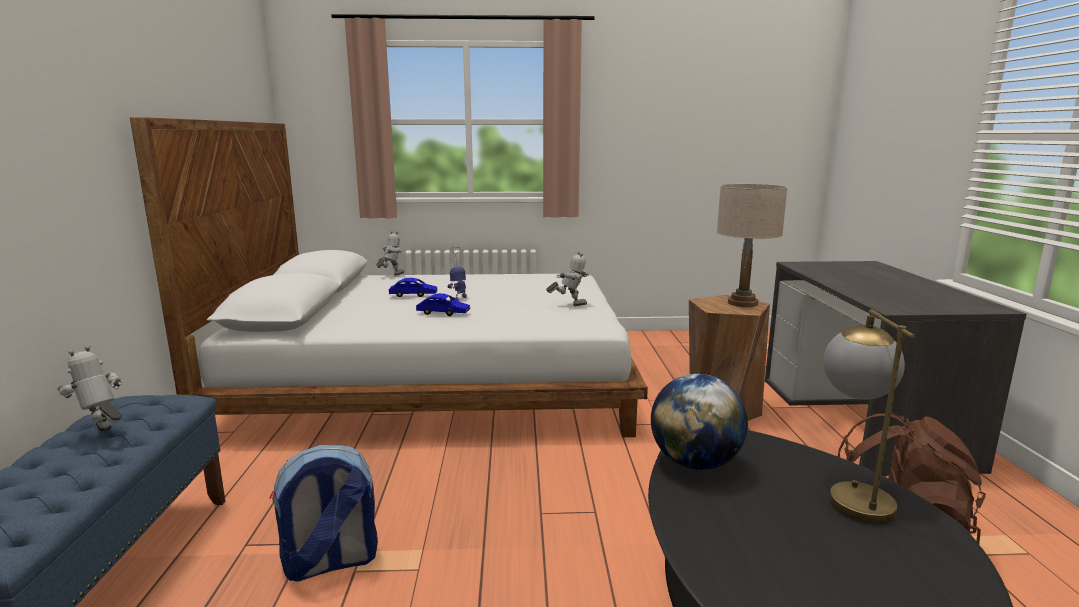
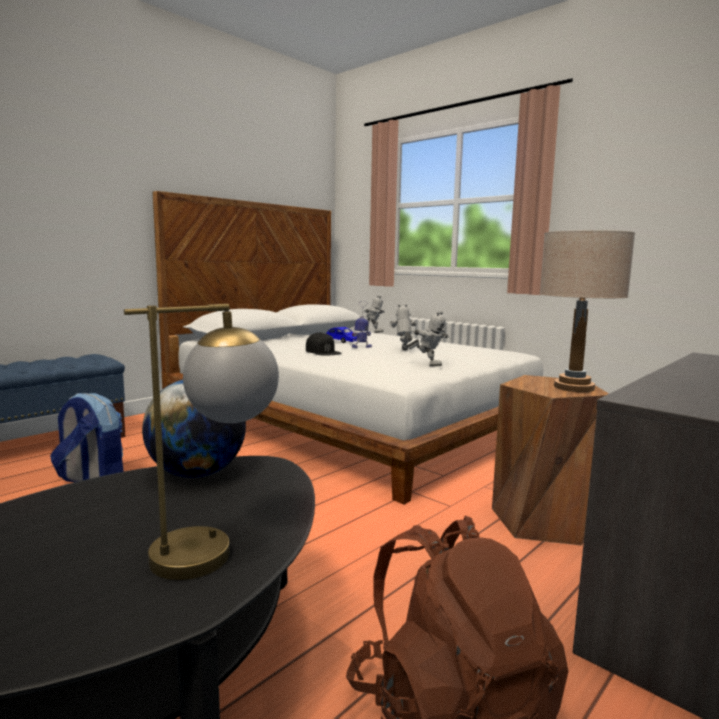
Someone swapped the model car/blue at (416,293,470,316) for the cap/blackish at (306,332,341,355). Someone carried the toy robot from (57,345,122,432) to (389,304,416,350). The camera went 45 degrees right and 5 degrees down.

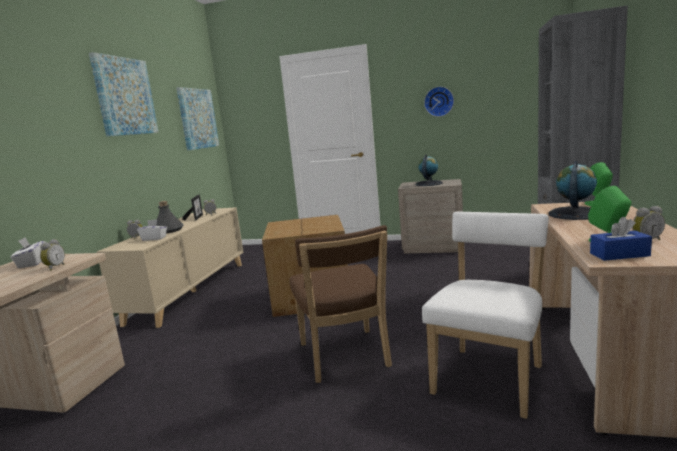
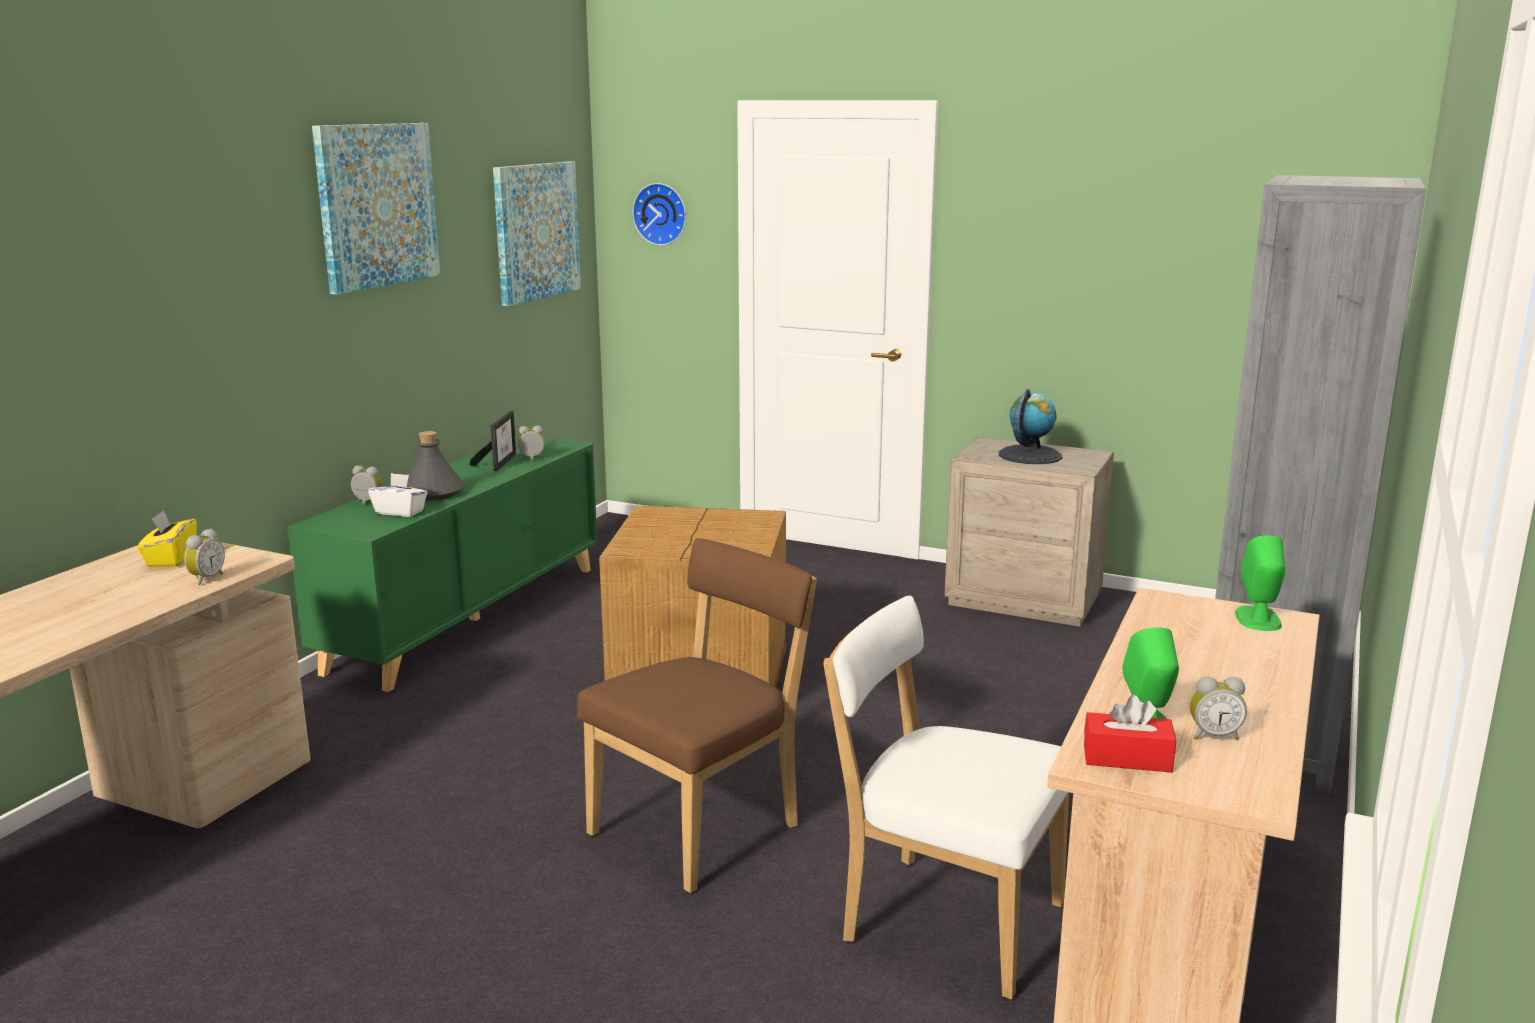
Someone repainted the tissue holder/white at (10,238,45,268), which became the tissue holder/yellowish at (137,510,197,567). Someone repainted the cabinet/beige at (97,207,243,328), which became the cabinet/green-coloured at (287,435,597,692). Someone rotated the chair/brown-coloured at (289,225,392,383) by 135 degrees counterclockwise. Someone carried the wall clock from (424,87,454,117) to (632,183,686,246). Someone rotated the chair/white at (422,212,549,419) by 105 degrees counterclockwise. Someone repainted the tissue holder/blue at (590,217,652,261), which became the tissue holder/red at (1084,695,1176,773). Someone took away the desk globe at (548,161,597,220). The camera went 10 degrees right and 5 degrees up.

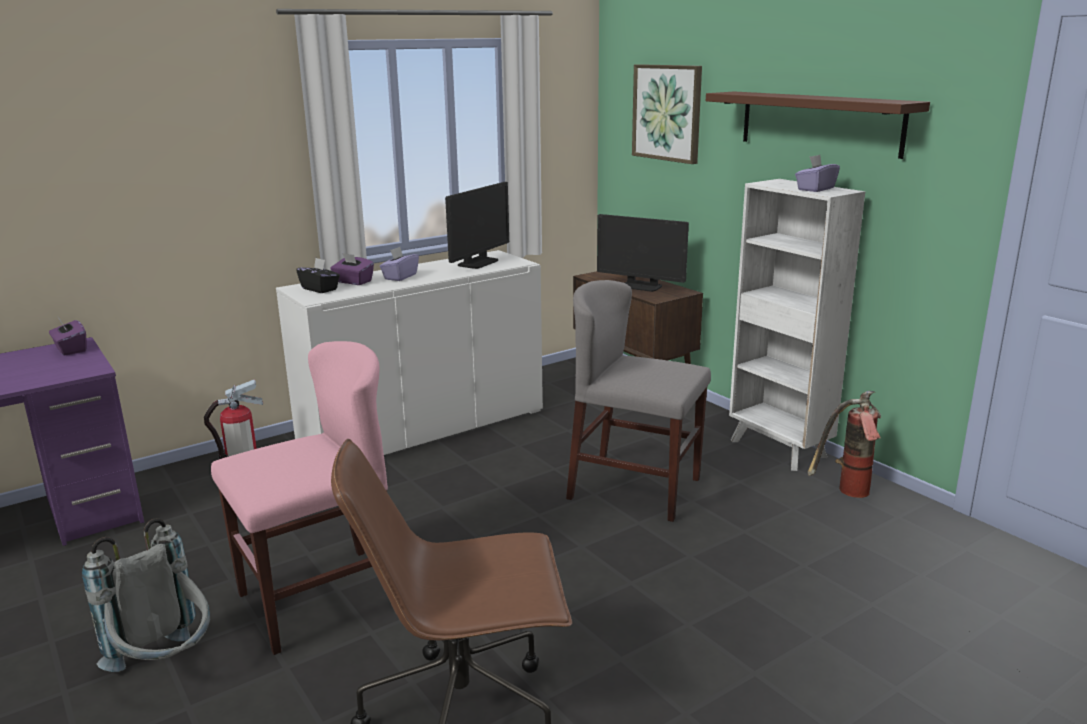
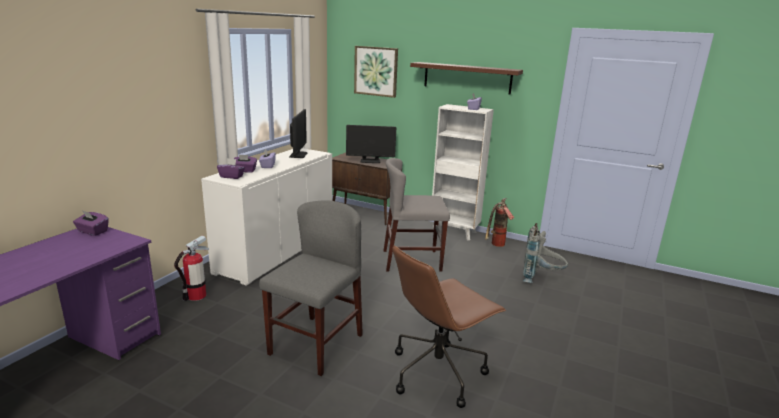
Someone repainted the tissue holder/blackish at (296,258,340,293), which became the tissue holder/purple-coloured at (217,158,245,179). Someone repainted the chair/pink-coloured at (211,341,388,655), which became the chair/gray at (259,200,363,376). Someone carried the backpack/gray from (82,518,210,672) to (523,223,568,283). The camera went 30 degrees left and 0 degrees up.

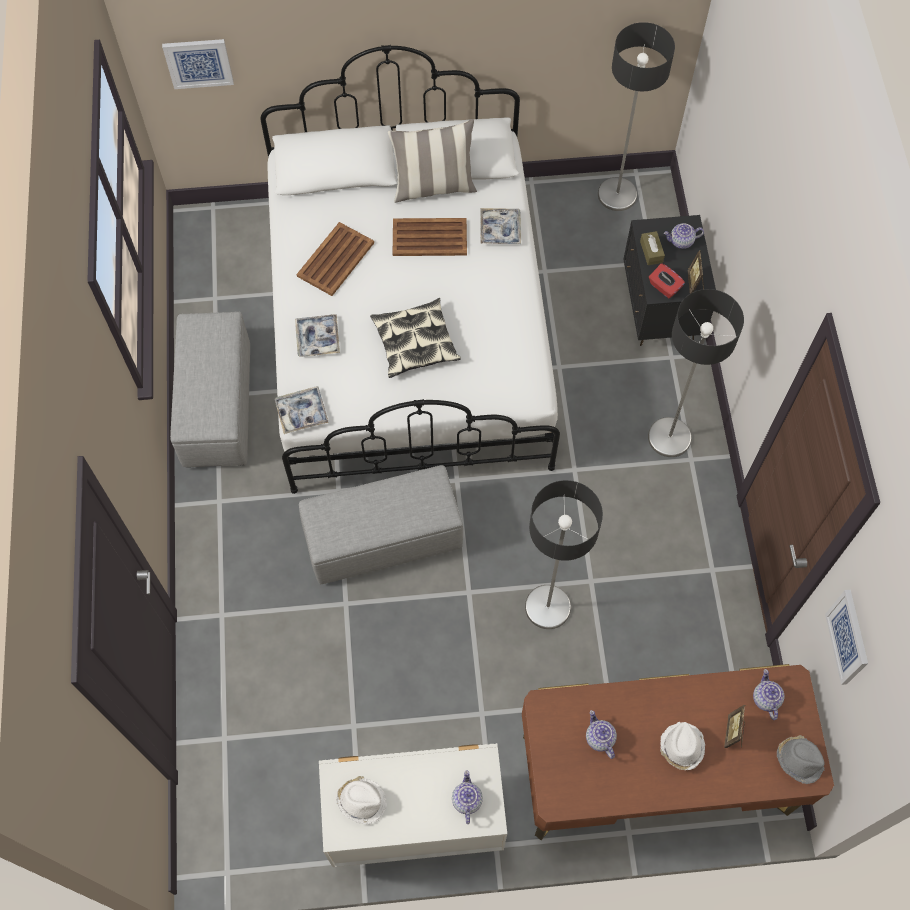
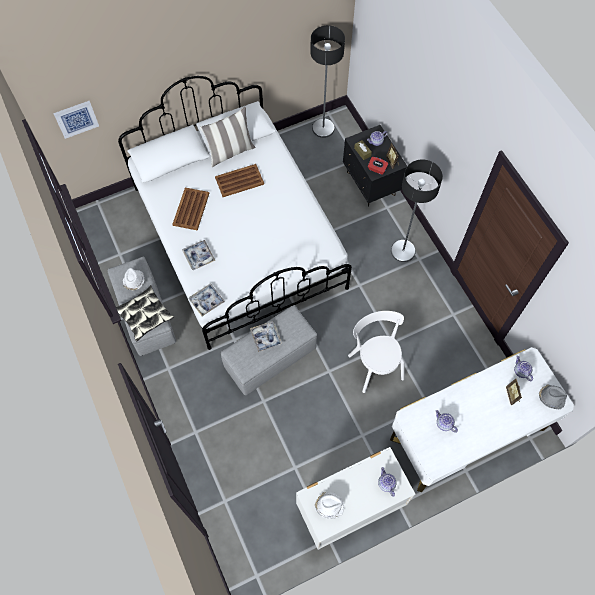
Someone carried the cushion from (370,298,461,378) to (116,285,174,342). Someone carried the wearable hat/white from (660,722,705,770) to (123,268,144,291). Someone carried the serving tray from (481,208,521,244) to (250,321,282,352). Someone swapped the floor lamp at (525,480,603,629) for the chair/white at (348,311,404,393). Someone repainted the desk unit/brown-coloured at (522,664,834,840), which became the desk unit/white at (390,347,574,492). Someone took away the wall picture at (825,590,868,685). The camera went 20 degrees left and 0 degrees up.

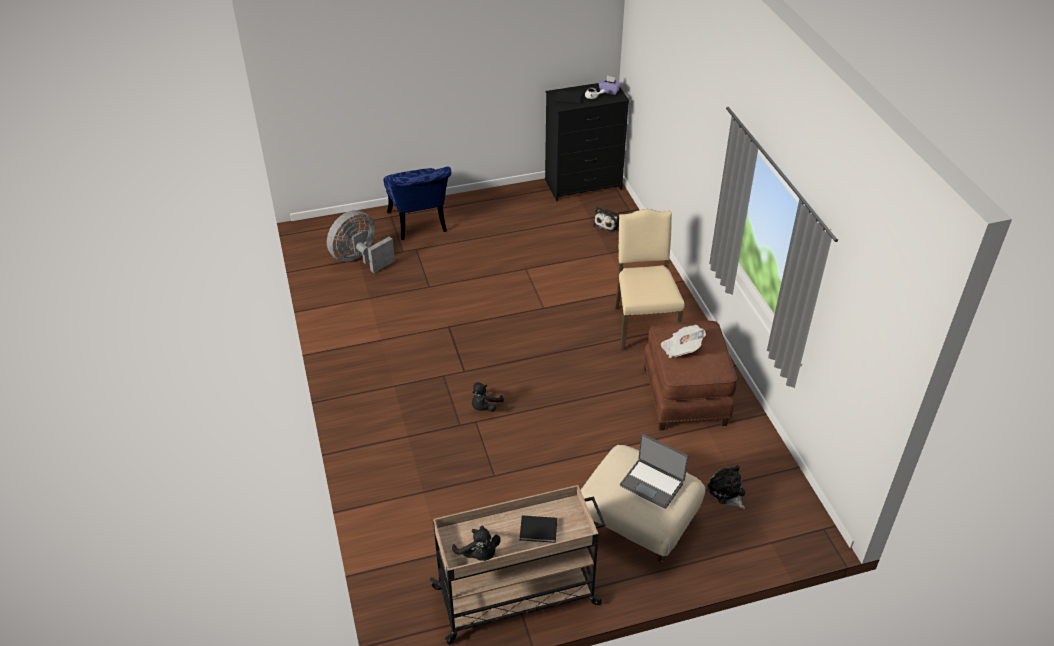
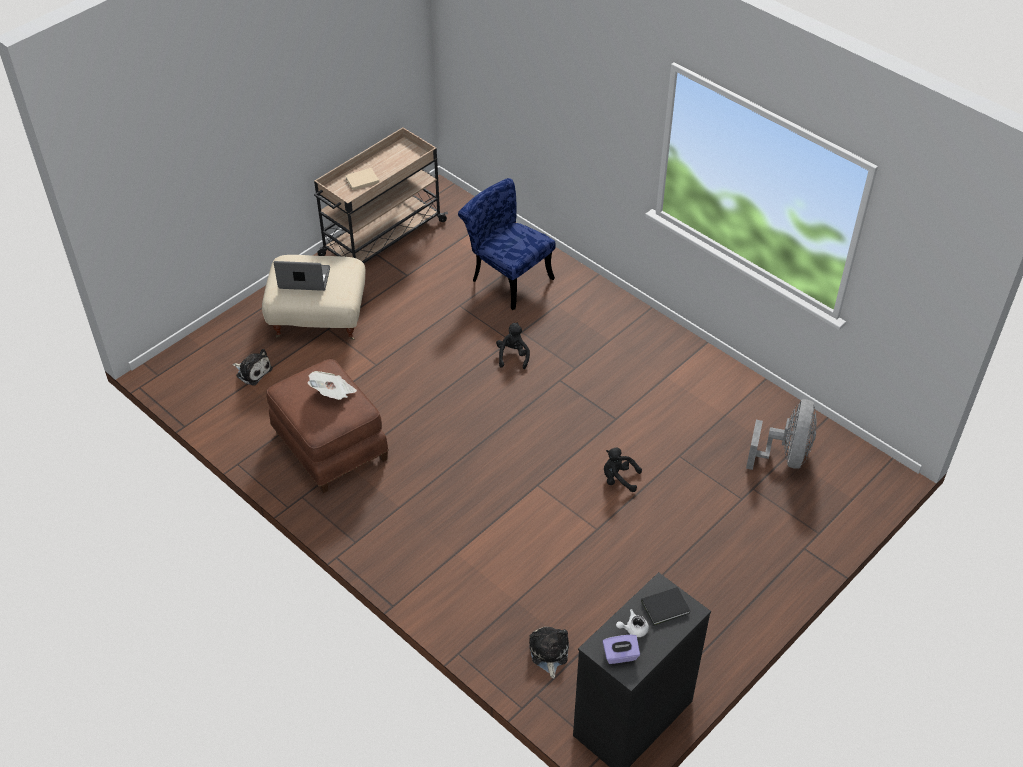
Someone repainted the book/blackish at (520,515,557,543), which became the book/beige at (345,168,379,190). Someone carried the chair/blue from (384,167,451,240) to (458,178,555,310). Someone carried the cuddly toy/blackish from (452,526,501,561) to (604,447,642,492). Someone took away the chair/beige at (615,209,685,350). The camera went 150 degrees right and 5 degrees up.

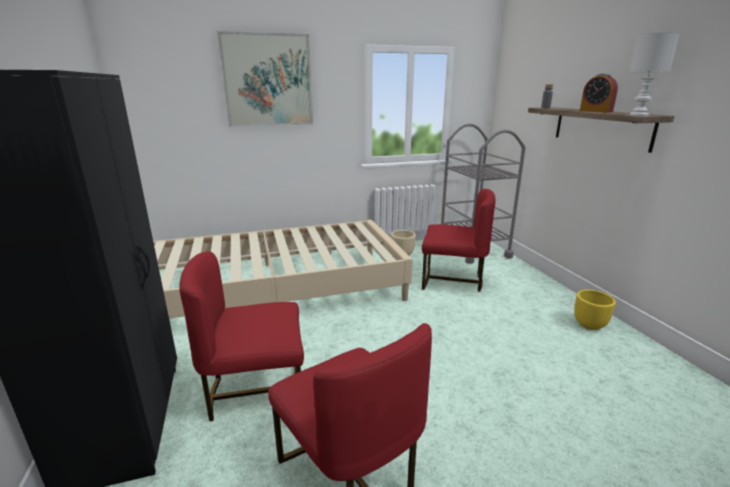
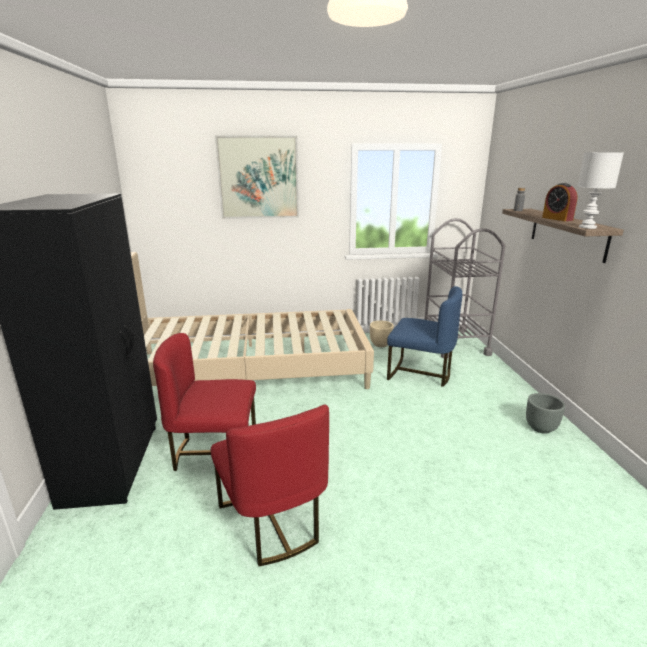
Someone repainted the chair/red at (422,189,495,292), which became the chair/blue at (387,286,462,387). Someone repainted the planter/yellowish at (574,290,616,330), which became the planter/gray at (526,393,565,434). The camera went 10 degrees right and 0 degrees up.

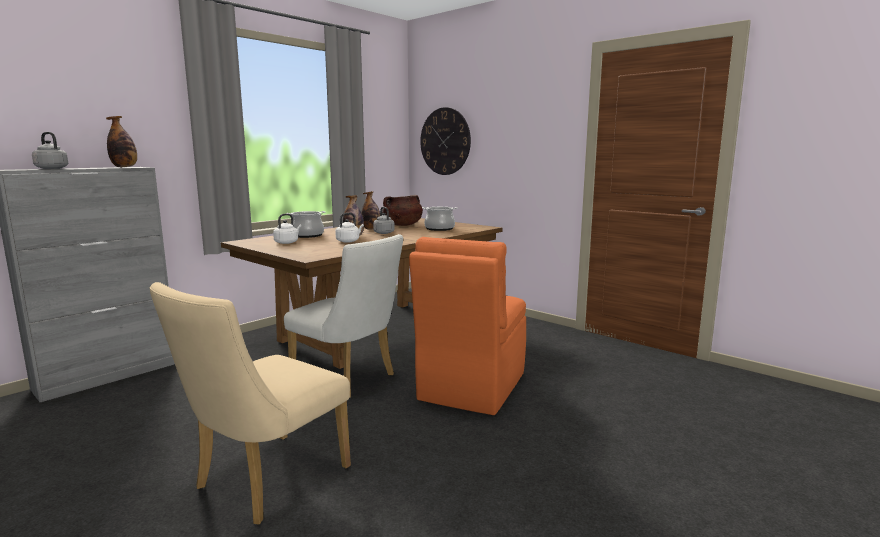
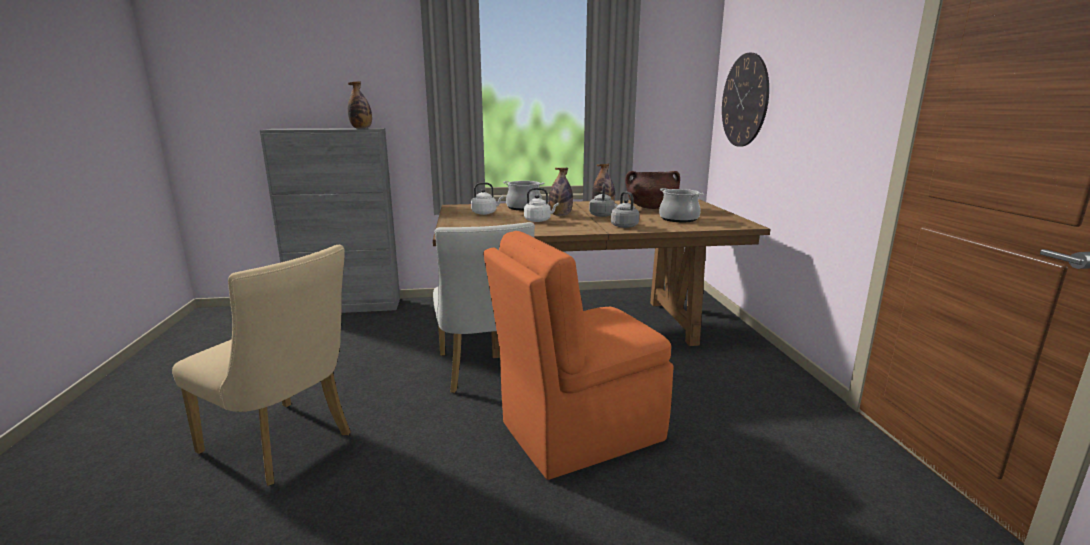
Someone rotated the chair/beige at (150,282,351,525) by 135 degrees counterclockwise. Someone carried the tea kettle/gray from (32,132,68,169) to (611,191,639,228). The camera went 40 degrees right and 5 degrees up.

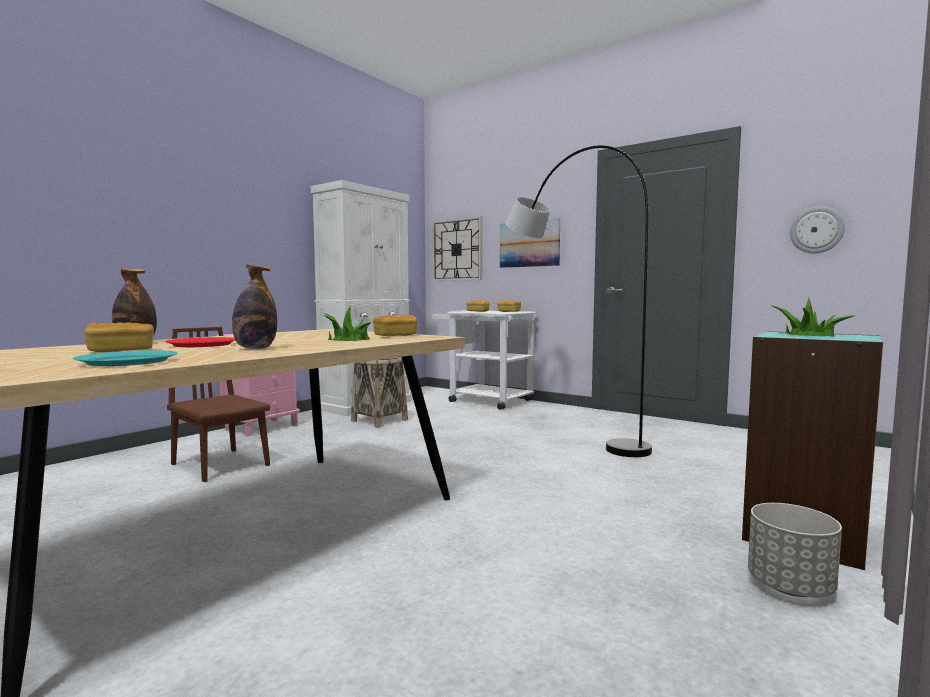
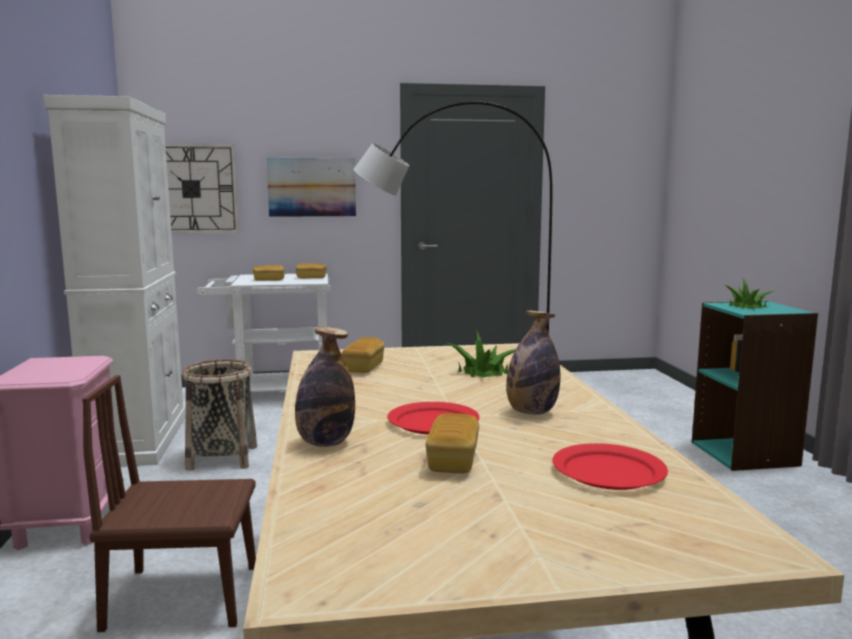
Someone carried the bakery bread from (373,315,417,336) to (342,337,385,373). Someone repainted the plate/turquoise at (73,350,178,366), which became the plate/red at (553,443,668,490). Someone took away the planter/gray at (748,503,842,597). Someone took away the wall clock at (790,207,845,254). The camera went 45 degrees left and 5 degrees up.

